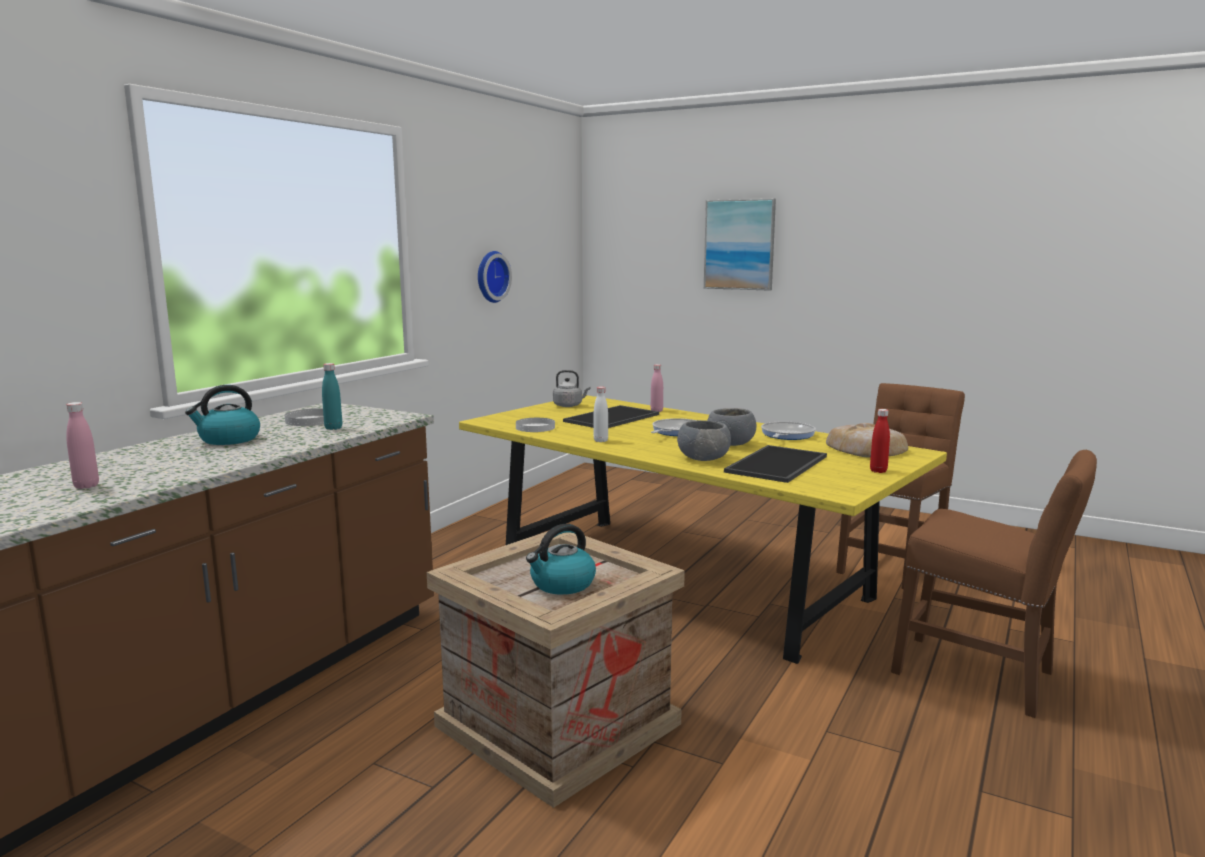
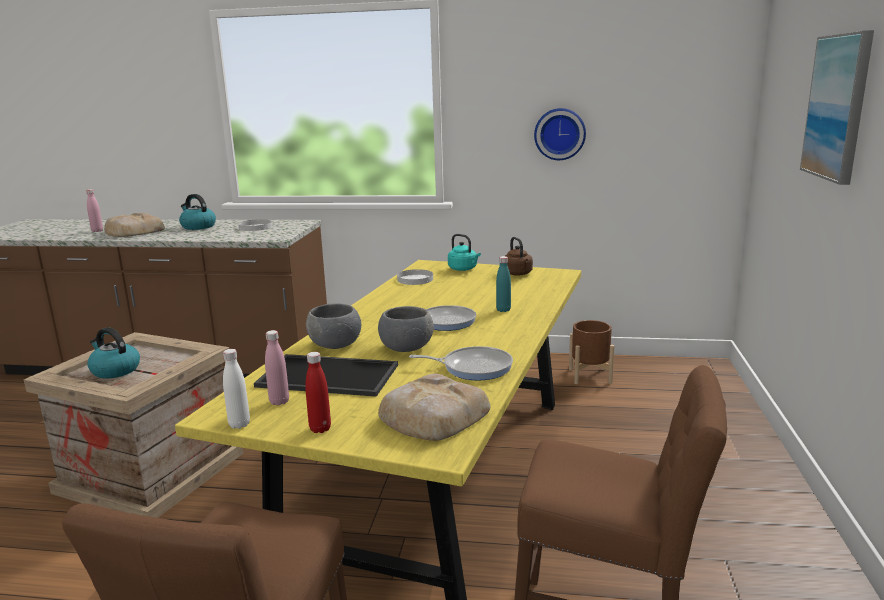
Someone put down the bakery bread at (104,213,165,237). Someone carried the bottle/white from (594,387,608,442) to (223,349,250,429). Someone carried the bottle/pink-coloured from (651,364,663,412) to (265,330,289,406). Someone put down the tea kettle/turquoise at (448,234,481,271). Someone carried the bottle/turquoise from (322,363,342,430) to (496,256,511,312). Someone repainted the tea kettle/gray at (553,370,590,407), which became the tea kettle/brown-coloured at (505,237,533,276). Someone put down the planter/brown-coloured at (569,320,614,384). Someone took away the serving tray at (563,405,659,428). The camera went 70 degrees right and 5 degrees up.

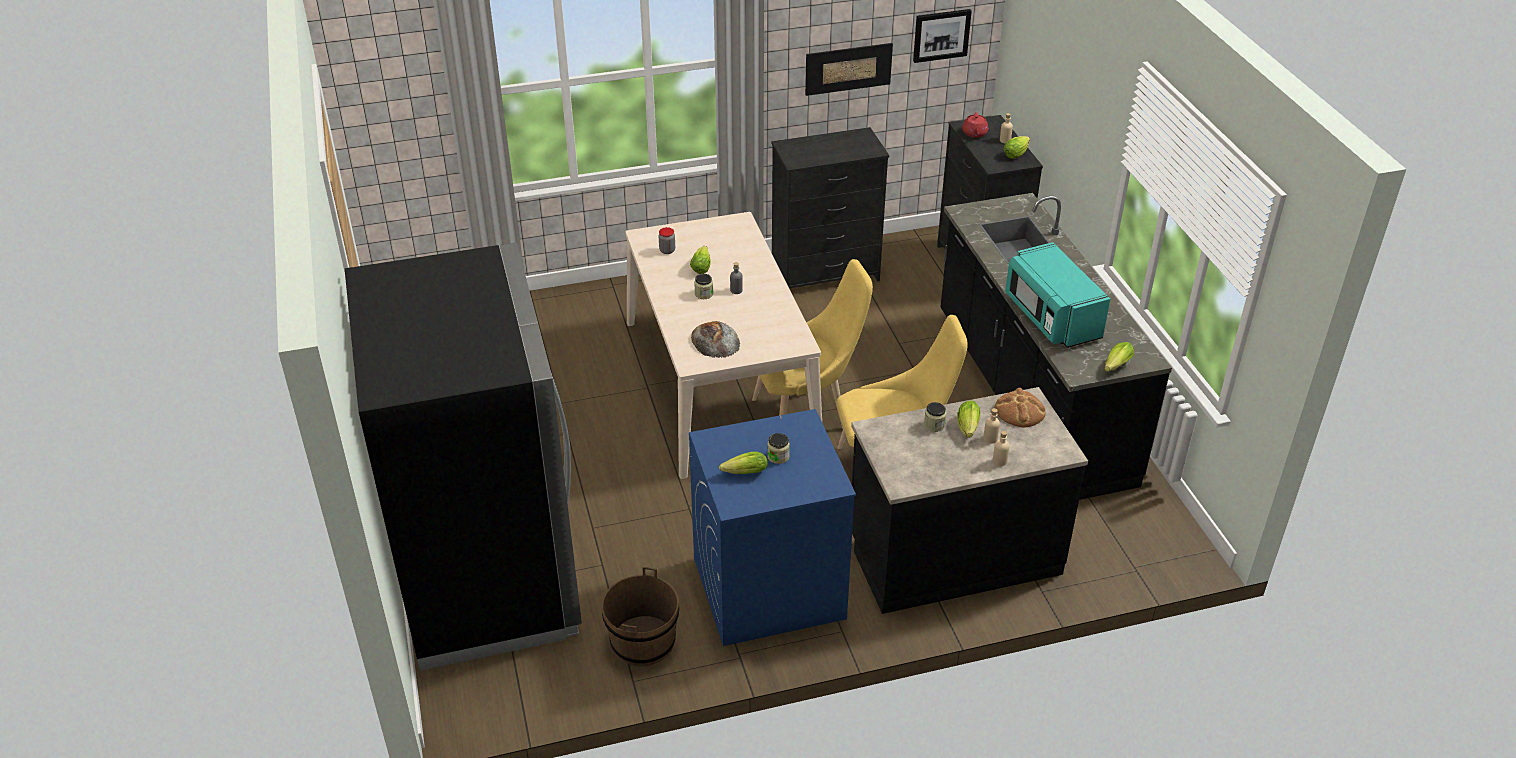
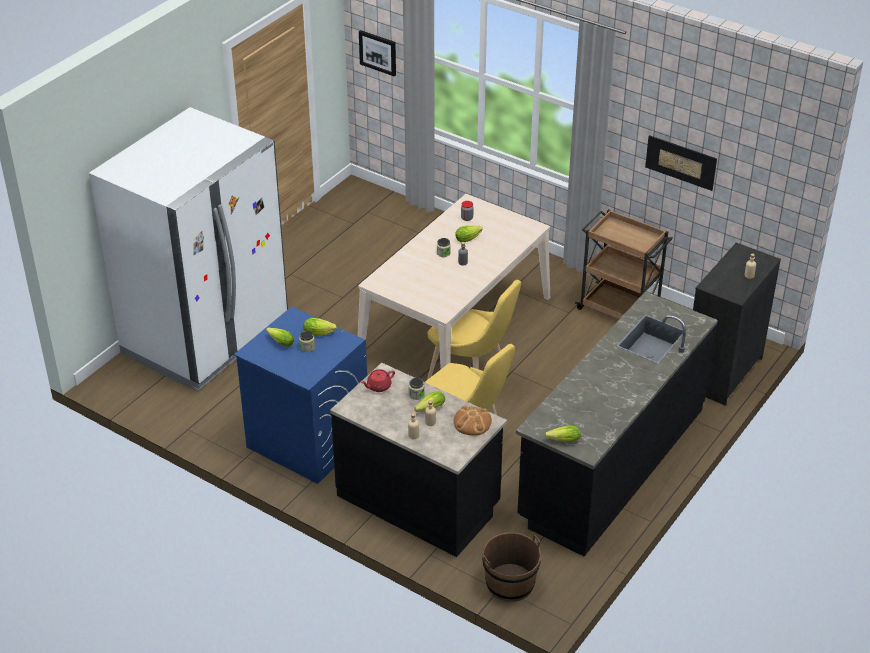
Someone repainted the fridge/blackish at (344,243,582,671), which became the fridge/white at (89,107,288,391). Someone carried the lettuce head from (1004,136,1030,159) to (304,318,337,336). Someone carried the wall picture from (913,9,972,63) to (359,30,396,76). Someone carried the tea pot/red from (962,112,988,138) to (361,369,395,392). Someone carried the water bucket/brown-coloured from (601,567,679,667) to (482,532,541,602). Someone swapped the dresser/blackish at (771,127,889,288) for the wheeled cart/brown-coloured at (575,209,673,319). Someone took away the bakery bread at (691,321,740,358). Someone took away the microwave/turquoise at (1005,242,1110,348). The camera went 50 degrees right and 0 degrees up.

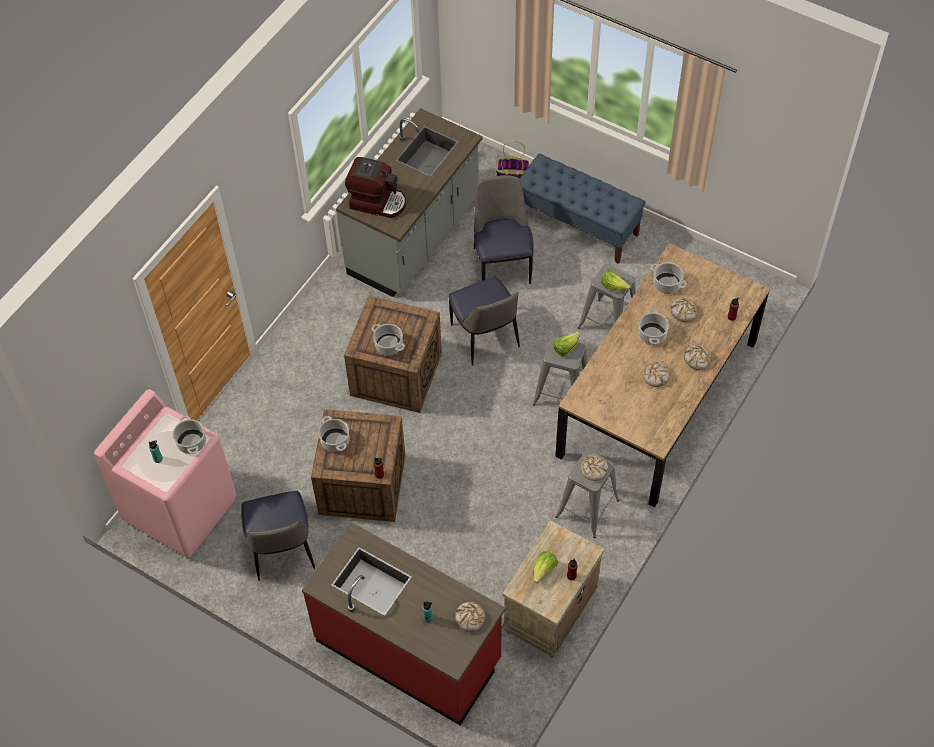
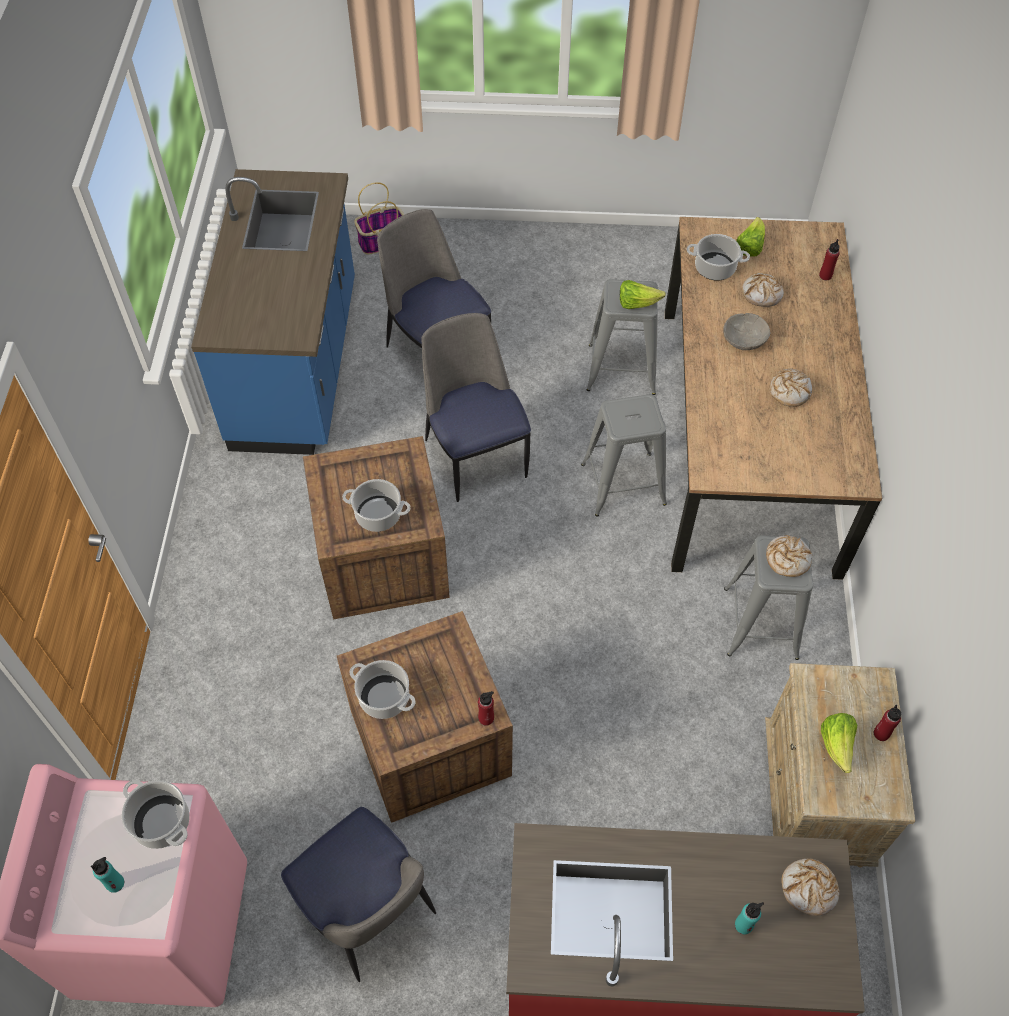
Someone repainted the kitchen counter/gray at (336,108,483,297), which became the kitchen counter/blue at (191,169,355,455). Someone rotated the chair at (449,277,520,365) by 150 degrees counterclockwise. Someone swapped the cooking pot at (638,309,669,345) for the serving bowl/gray at (723,313,770,350). Someone carried the lettuce head from (553,332,580,356) to (736,217,765,257). Someone took away the coffee brewer at (345,157,406,218). Someone took away the indoor bench/blue at (519,153,645,264). Someone took away the bakery bread at (684,345,711,370). The camera went 30 degrees left and 0 degrees up.

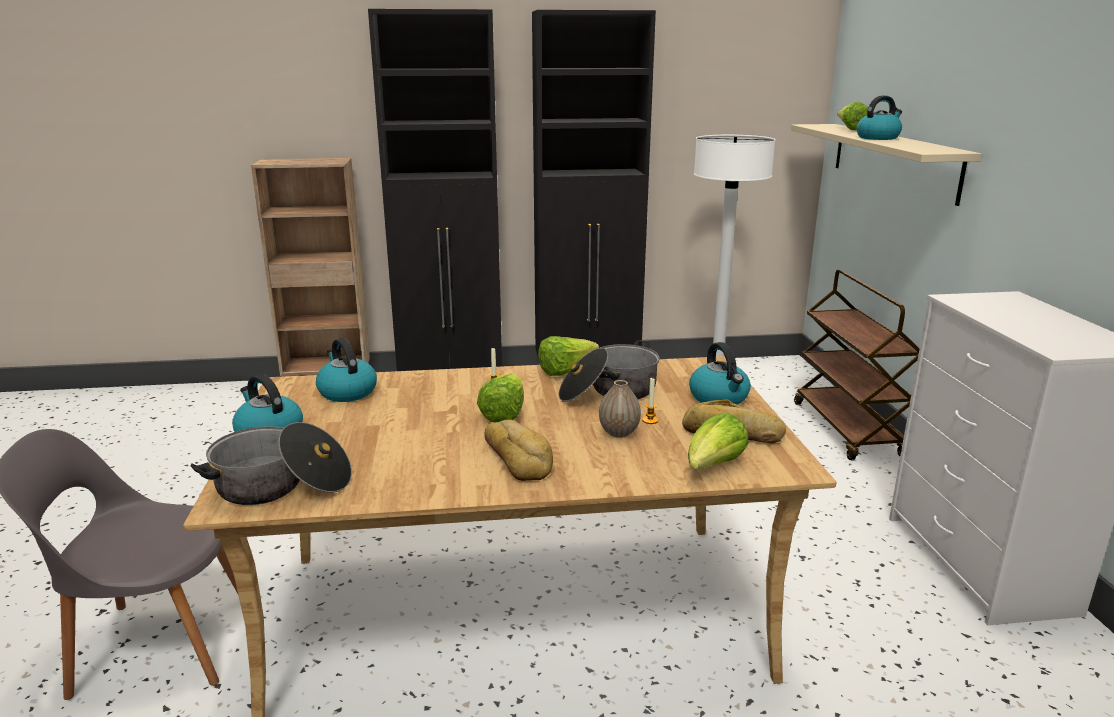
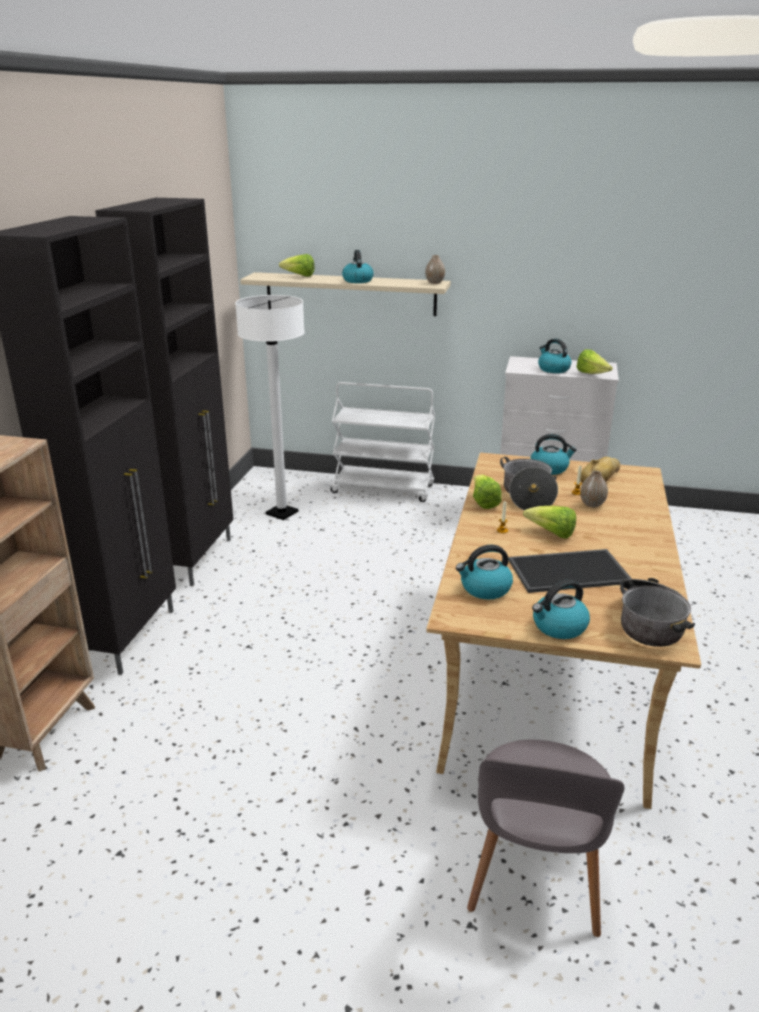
Someone repainted the wheeled cart/brown-coloured at (794,270,920,460), which became the wheeled cart/white at (330,382,435,502). Someone put down the flower vase at (425,255,445,284). Someone put down the serving tray at (509,549,632,593). Someone put down the tea kettle at (538,339,572,373). Someone carried the lettuce head from (688,413,749,469) to (577,350,613,374). Someone took away the bakery bread at (485,420,553,481). The camera went 70 degrees left and 5 degrees up.

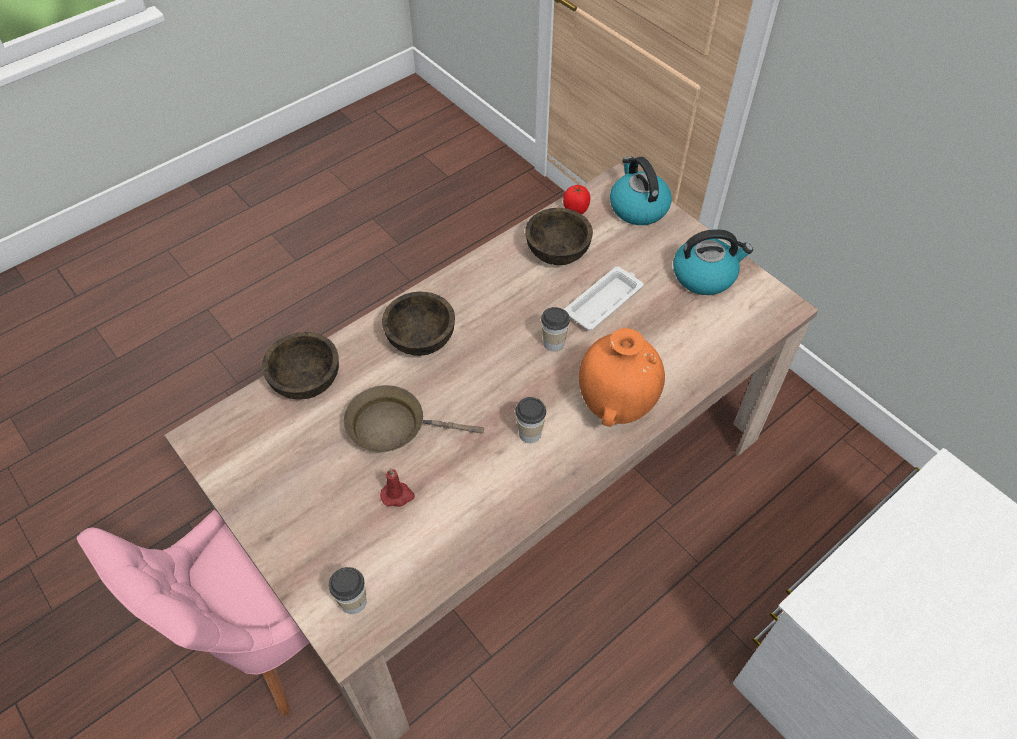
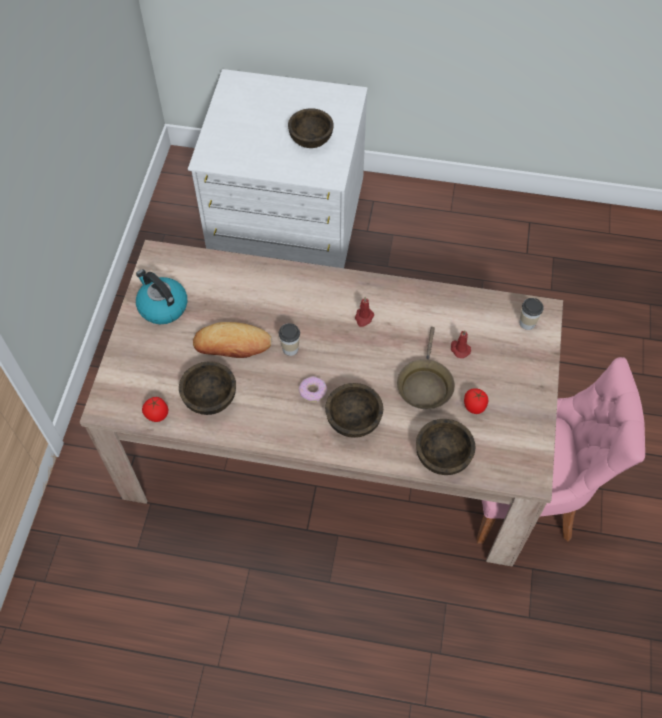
Someone swapped the serving tray/white at (564,266,643,331) for the bakery bread at (193,322,272,358). Someone put down the serving bowl/brown-coloured at (288,108,334,148). Someone put down the donut at (299,376,327,402). Someone swapped the cup at (515,397,546,443) for the wax light/red at (355,297,374,327). Someone rotated the pan/brown-coloured at (344,385,484,452) by 45 degrees clockwise. Someone put down the tomato at (464,388,488,414). Someone took away the flower vase/orangey at (579,328,665,427). Someone took away the tea kettle at (610,157,672,225). The camera went 130 degrees left and 5 degrees up.

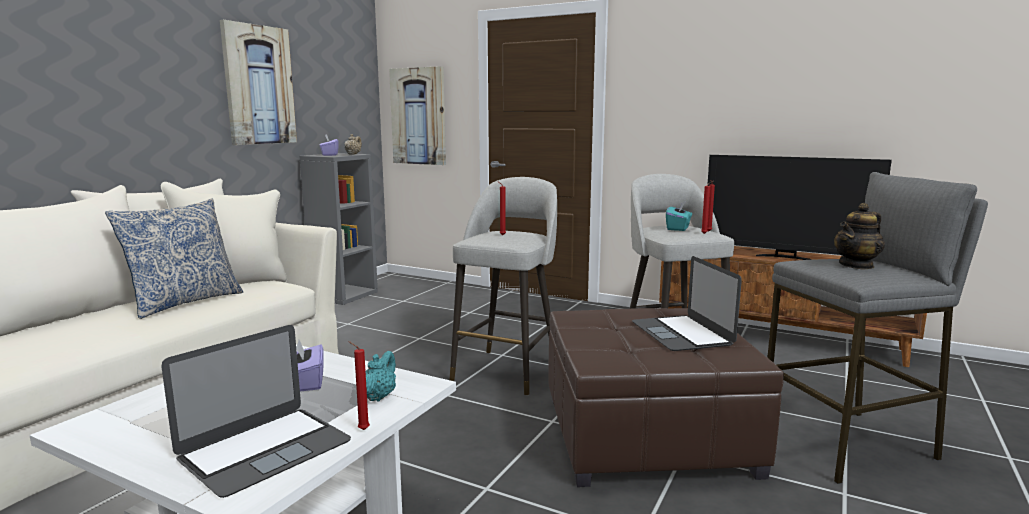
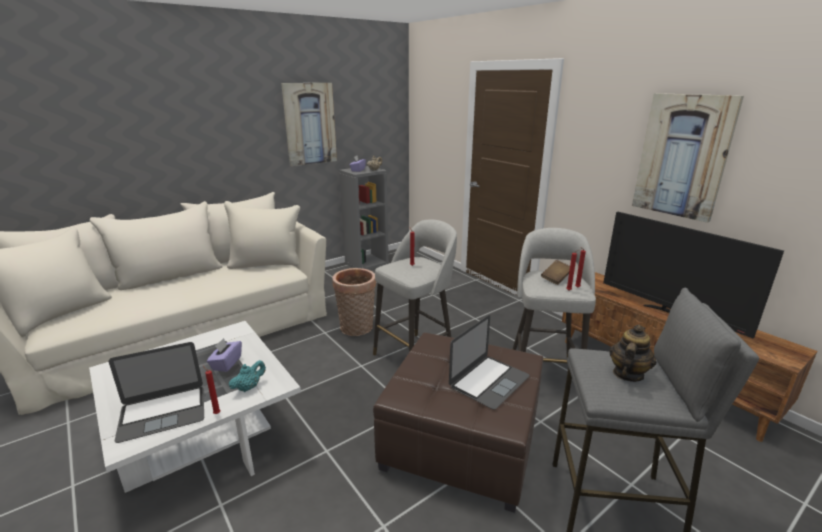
Someone put down the basket at (333,268,376,336). Someone rotated the notebook computer at (632,256,742,351) by 150 degrees counterclockwise. Someone swapped the tissue holder/turquoise at (666,202,692,231) for the book/brown-coloured at (541,260,570,285). Someone rotated the tea pot at (834,203,885,269) by 135 degrees clockwise. Someone carried the wall picture from (389,66,446,165) to (632,93,744,223). Someone took away the cushion at (105,198,243,319). The camera went 25 degrees right and 10 degrees up.

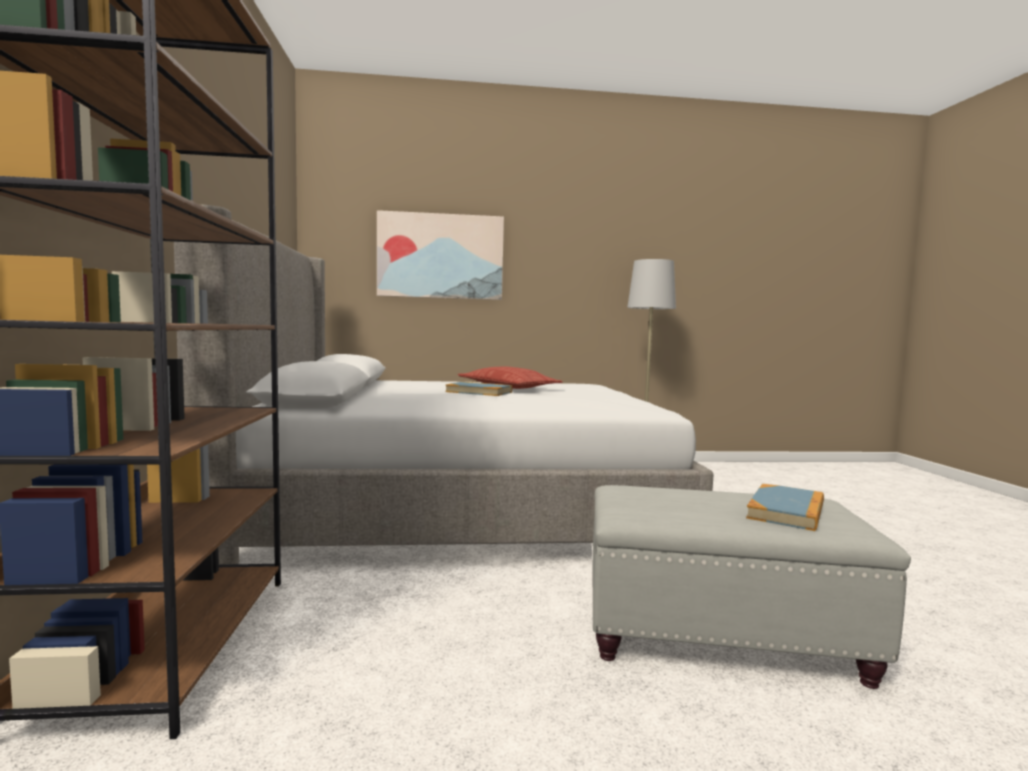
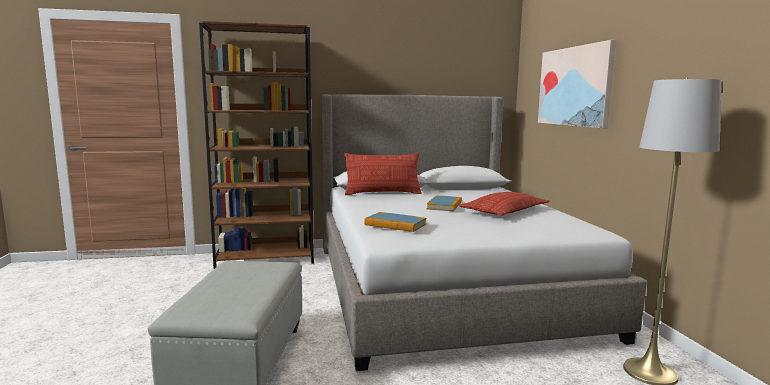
Someone put down the cushion at (344,153,422,195). Someone carried the book from (746,484,824,531) to (364,212,426,232). The camera went 85 degrees right and 5 degrees up.

